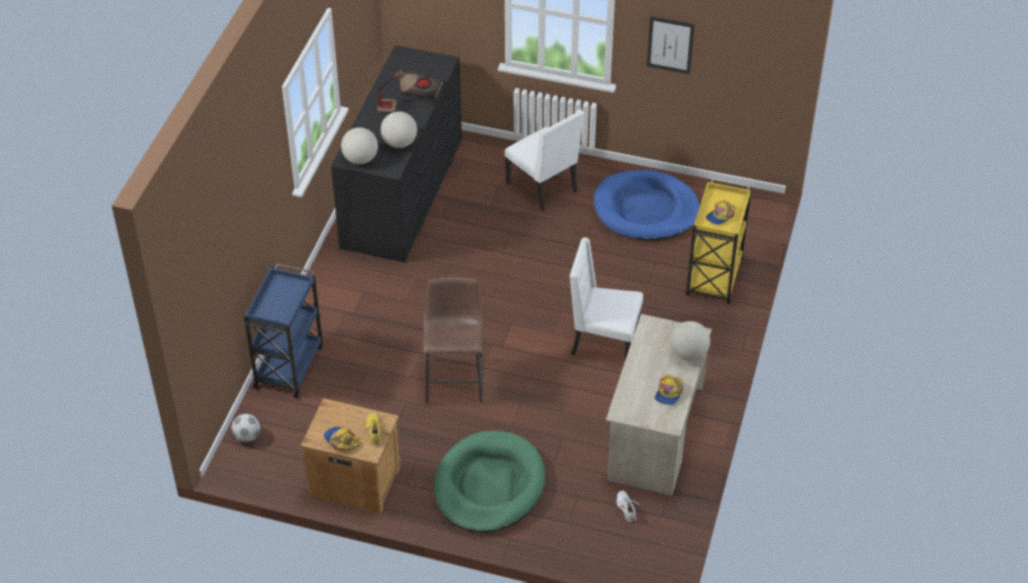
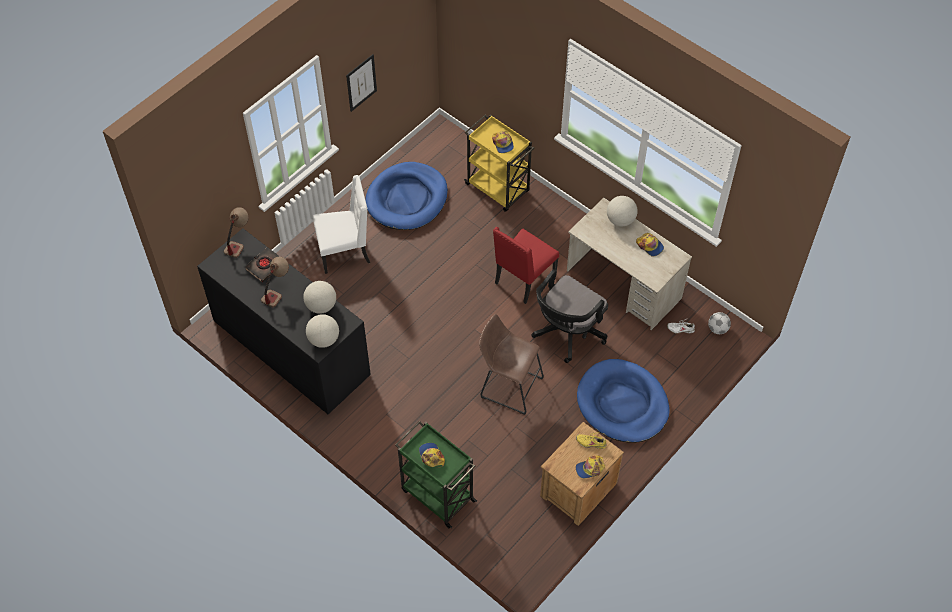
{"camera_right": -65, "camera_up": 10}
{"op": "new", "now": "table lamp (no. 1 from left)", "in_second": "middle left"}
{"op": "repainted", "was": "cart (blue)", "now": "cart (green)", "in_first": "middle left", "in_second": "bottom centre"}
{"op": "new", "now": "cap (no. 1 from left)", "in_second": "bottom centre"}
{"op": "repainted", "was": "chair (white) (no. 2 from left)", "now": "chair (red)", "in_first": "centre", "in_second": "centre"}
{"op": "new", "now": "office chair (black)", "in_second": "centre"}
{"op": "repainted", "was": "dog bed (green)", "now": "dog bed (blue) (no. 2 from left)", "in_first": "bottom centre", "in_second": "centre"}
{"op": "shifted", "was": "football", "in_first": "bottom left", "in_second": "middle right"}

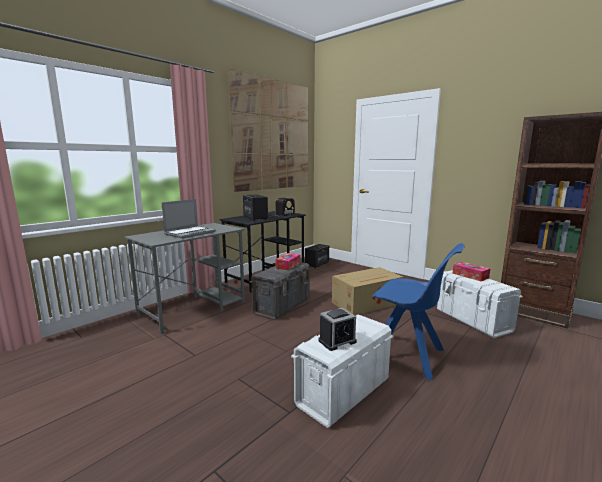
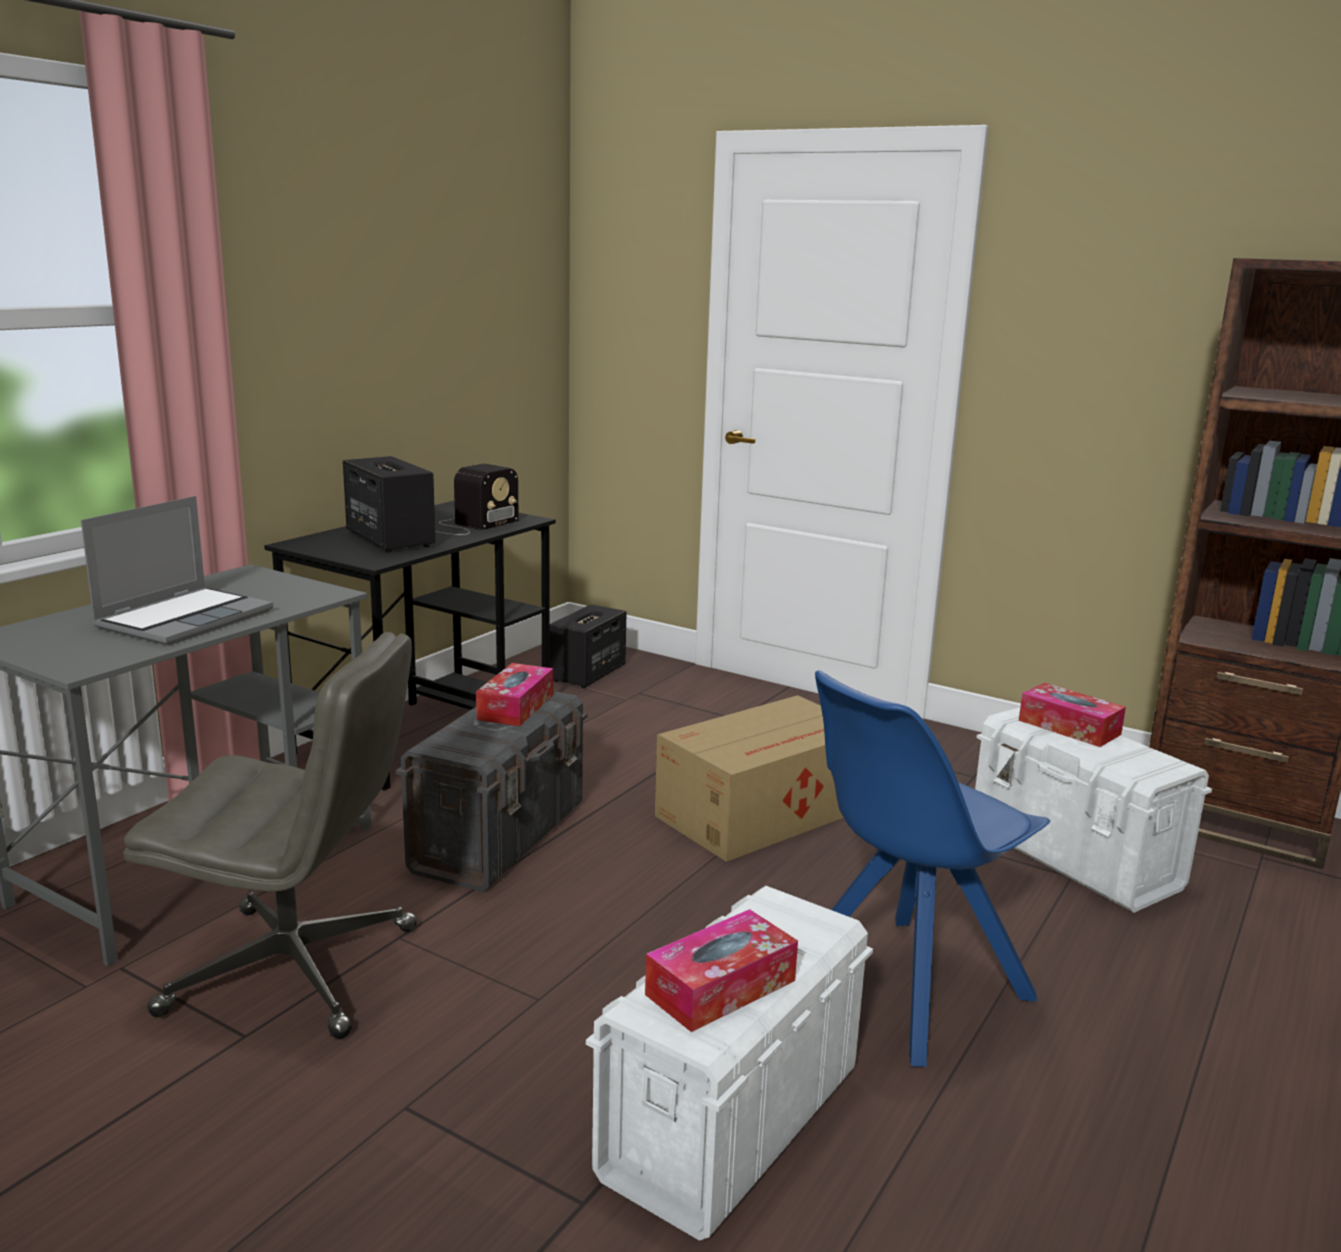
{"camera_right": -10, "camera_up": 5}
{"op": "new", "now": "office chair (grey)", "in_second": "bottom left"}
{"op": "swapped", "was": "alarm clock", "now": "tissue box (no. 2 from left)", "in_first": "bottom centre", "in_second": "bottom centre"}
{"op": "rotated", "was": "chair (blue)", "in_first": "middle right", "in_second": "bottom right", "clockwise": 120}
{"op": "gone", "was": "picture", "in_first": "top centre"}

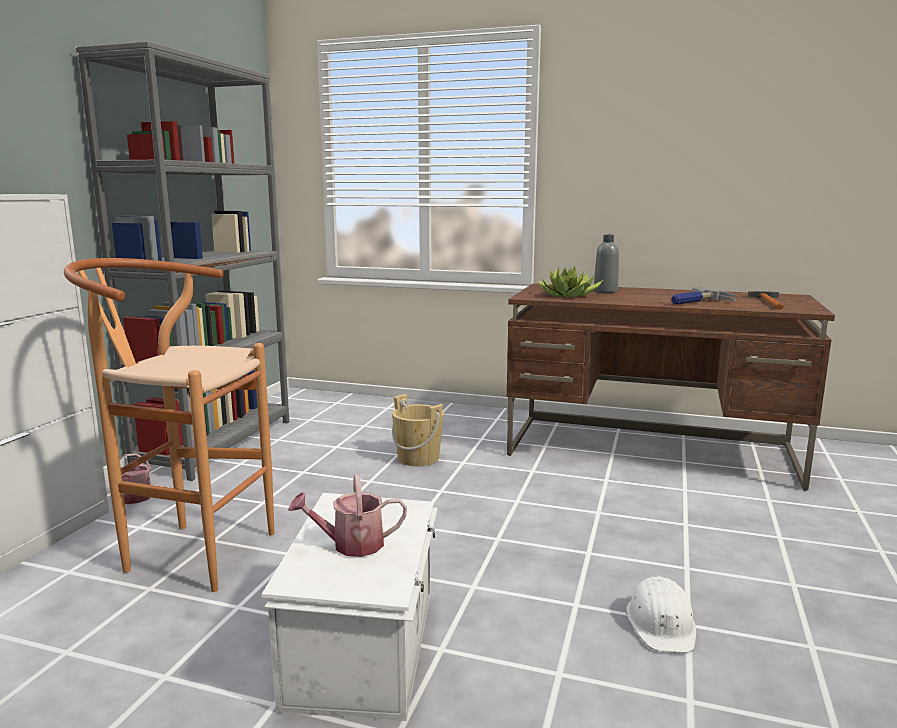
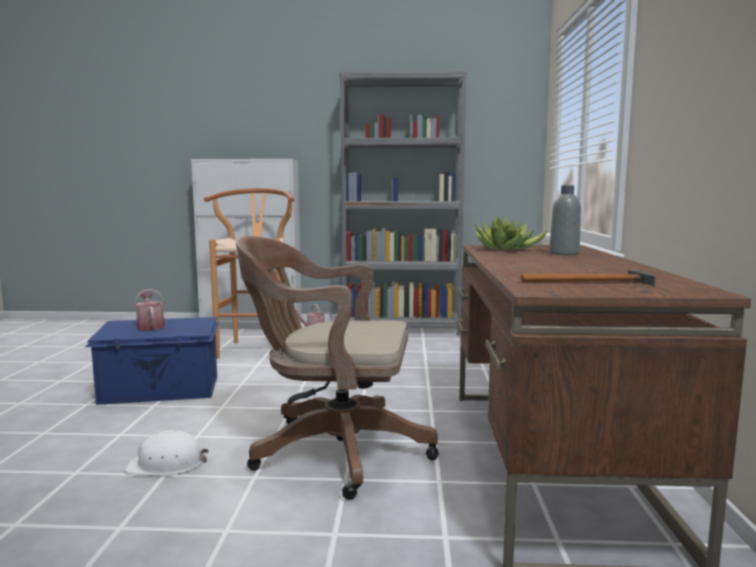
{"camera_right": 75, "camera_up": -5}
{"op": "repainted", "was": "storage box (white)", "now": "storage box (blue)", "in_first": "bottom centre", "in_second": "middle left"}
{"op": "new", "now": "office chair (brown)", "in_second": "centre"}
{"op": "gone", "was": "bucket (beige)", "in_first": "centre"}
{"op": "gone", "was": "hammer (no. 1 from left)", "in_first": "middle right"}

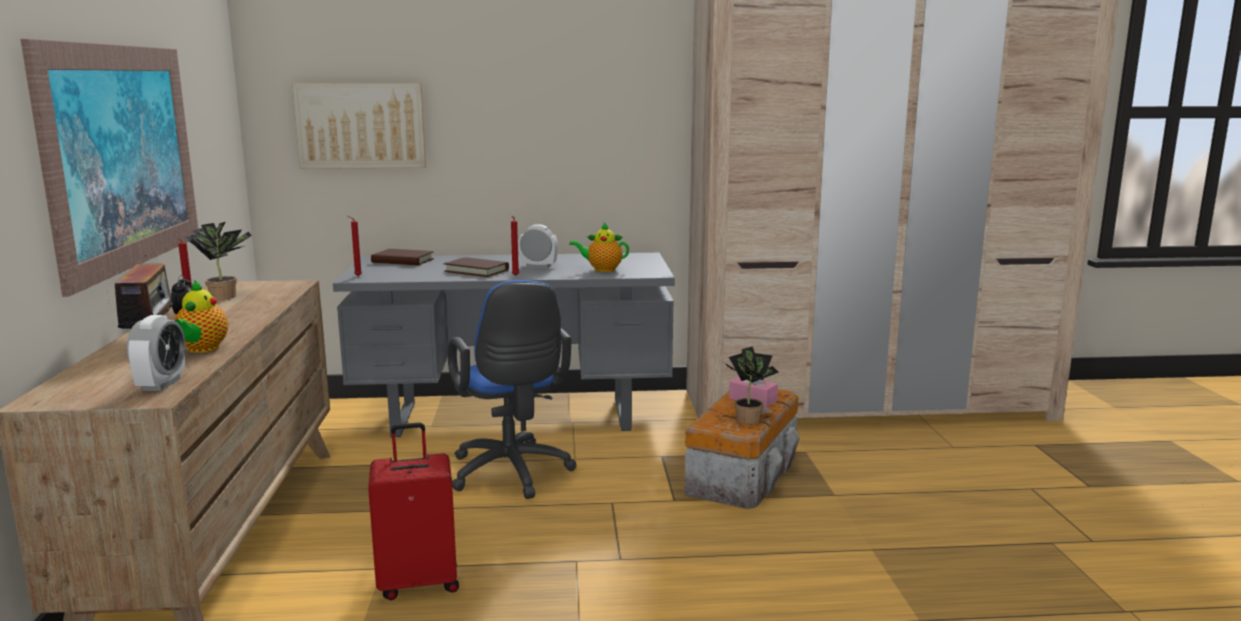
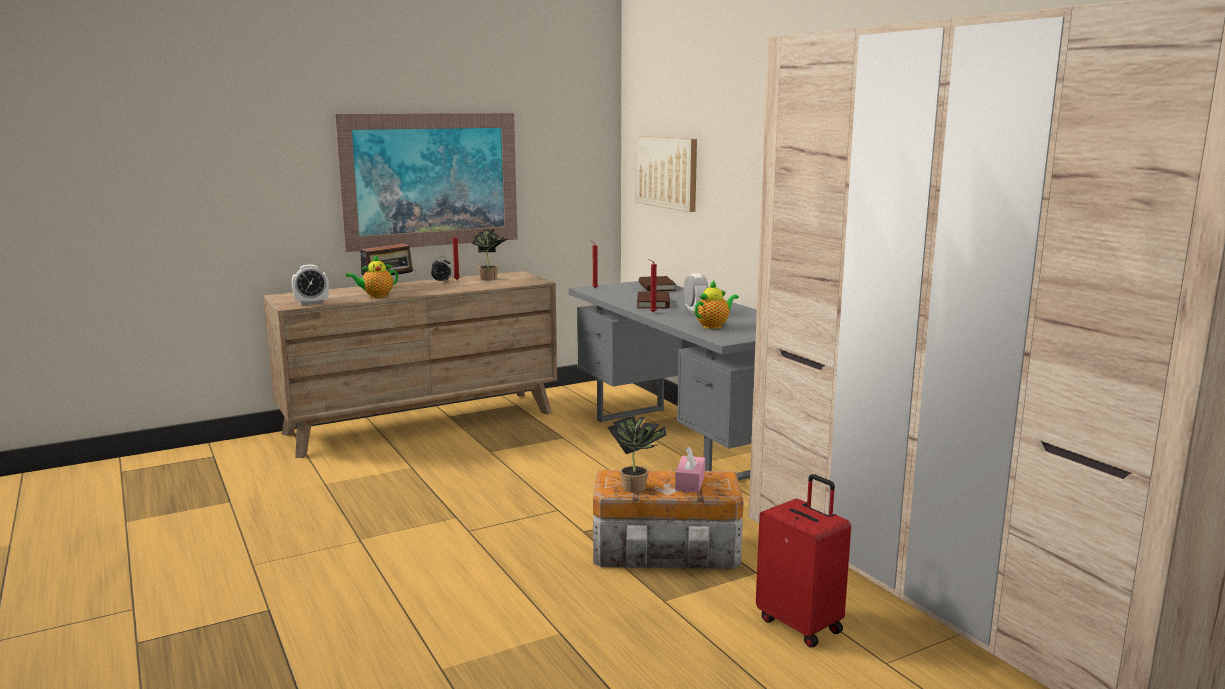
{"camera_right": 65, "camera_up": 0}
{"op": "rotated", "was": "teapot (no. 2 from left)", "in_first": "centre", "in_second": "centre", "clockwise": 75}
{"op": "shifted", "was": "suitcase (red)", "in_first": "bottom left", "in_second": "bottom centre"}
{"op": "gone", "was": "office chair (blue)", "in_first": "centre"}

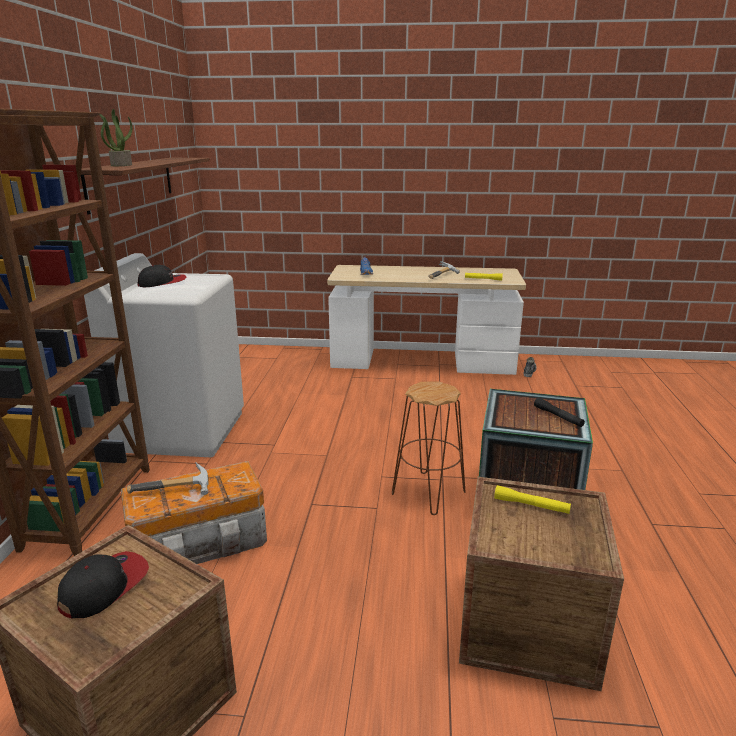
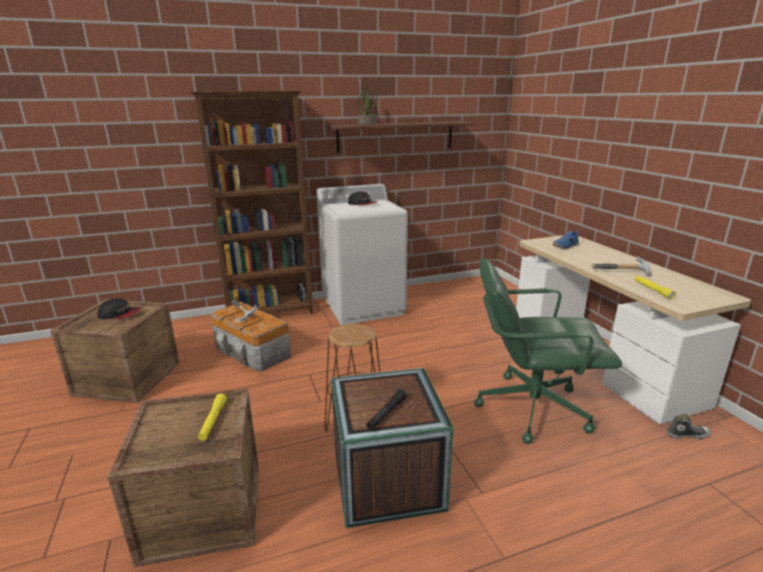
{"camera_right": 65, "camera_up": 0}
{"op": "new", "now": "office chair (green)", "in_second": "middle right"}

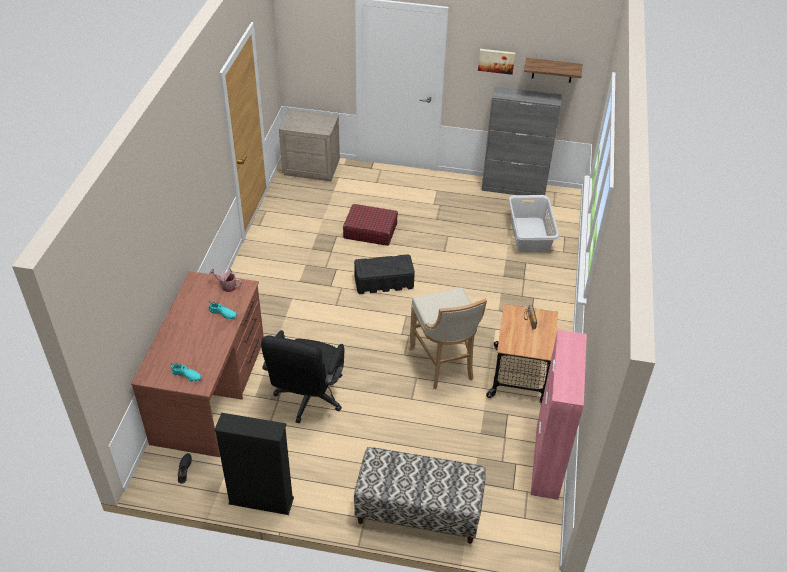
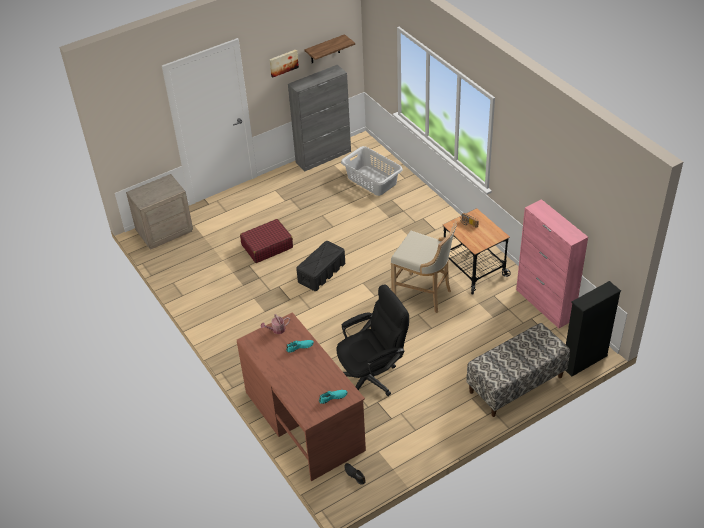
{"camera_right": -40, "camera_up": 0}
{"op": "rotated", "was": "office chair (black)", "in_first": "centre", "in_second": "centre", "clockwise": -90}
{"op": "shifted", "was": "bookcase (black)", "in_first": "bottom left", "in_second": "middle right"}

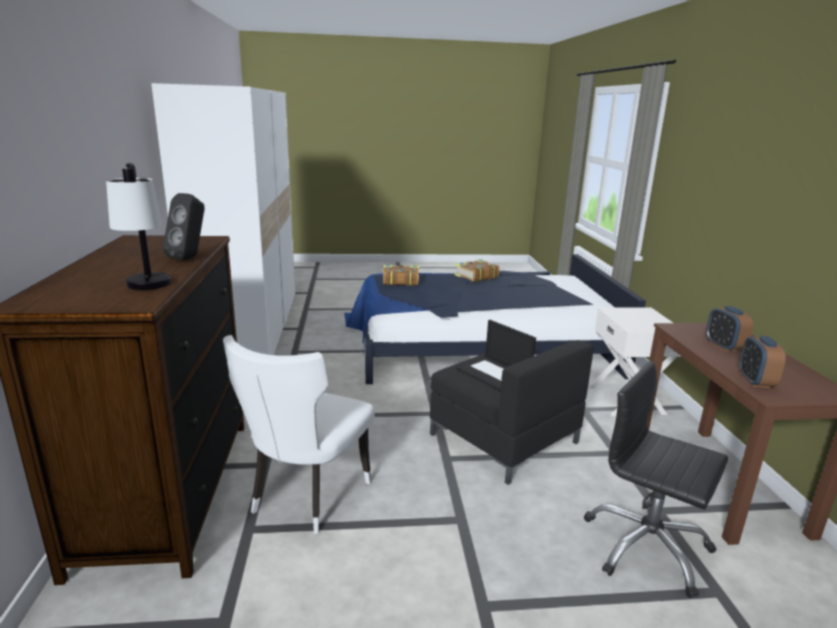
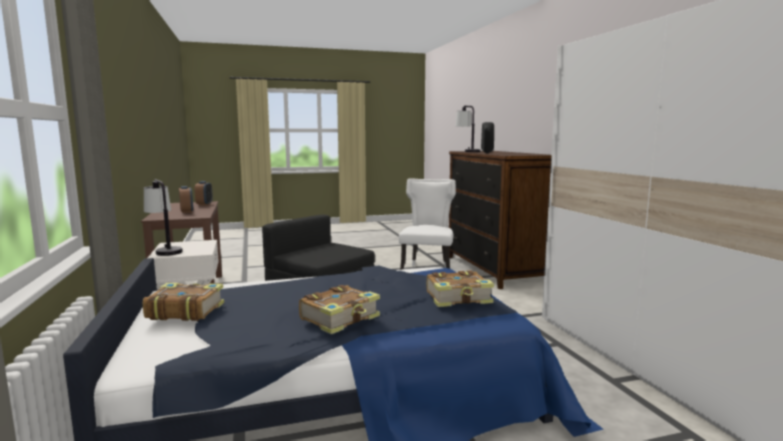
{"camera_right": 170, "camera_up": -10}
{"op": "new", "now": "book (no. 1 from left)", "in_second": "bottom left"}
{"op": "new", "now": "table lamp (no. 1 from left)", "in_second": "middle left"}
{"op": "gone", "was": "laptop", "in_first": "centre"}
{"op": "gone", "was": "office chair (black)", "in_first": "bottom right"}

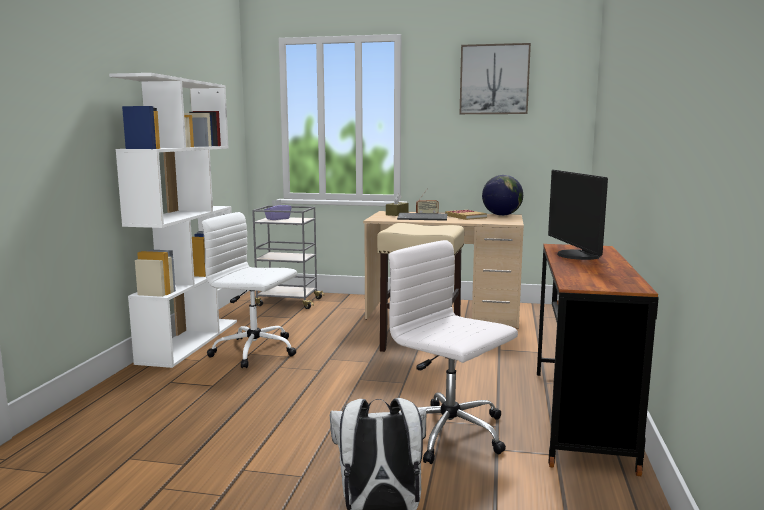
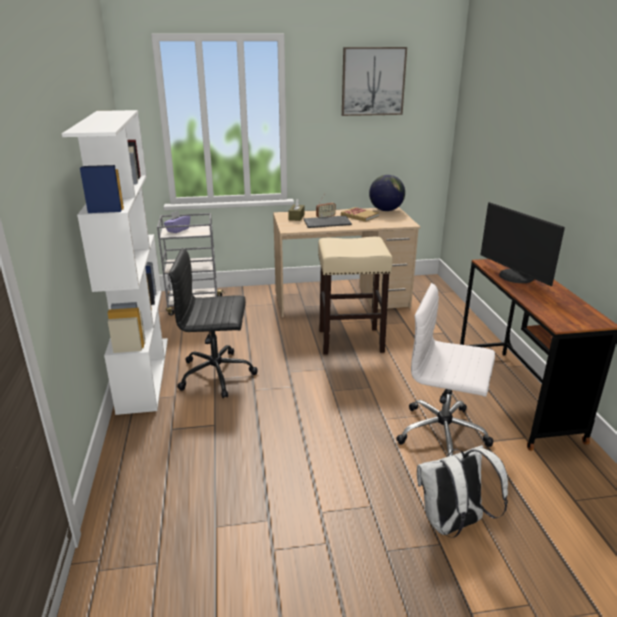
{"camera_right": -20, "camera_up": 15}
{"op": "repainted", "was": "office chair (white) (no. 1 from left)", "now": "office chair (black)", "in_first": "middle left", "in_second": "centre"}

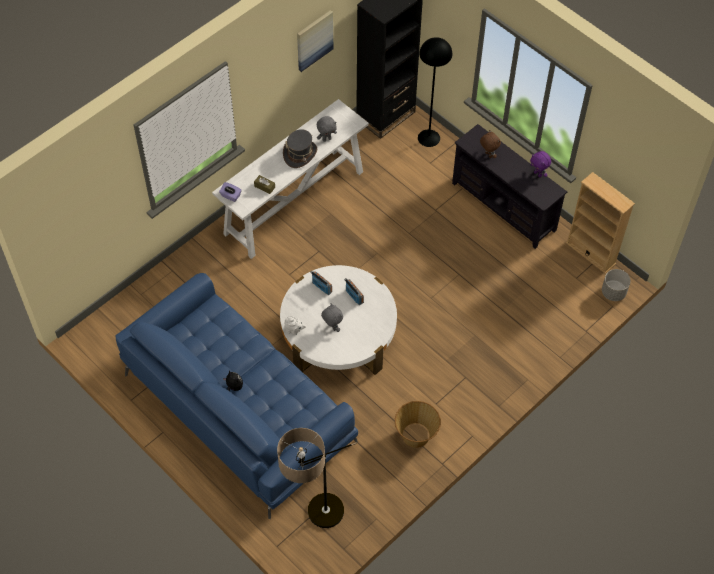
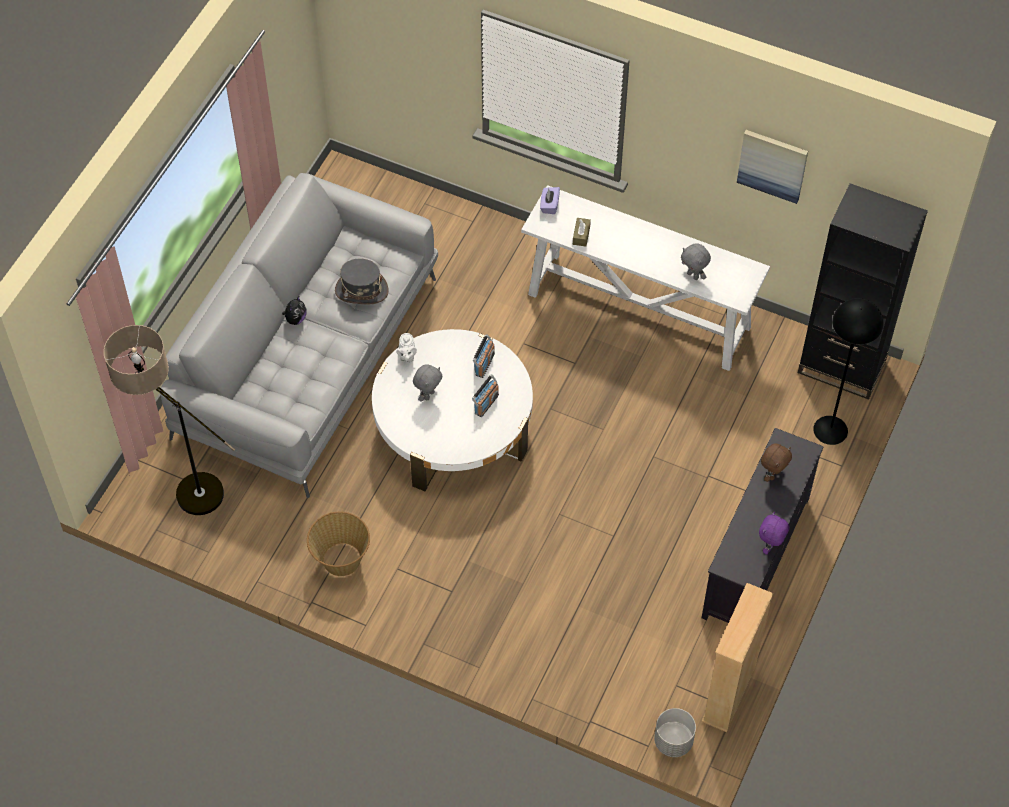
{"camera_right": 70, "camera_up": 0}
{"op": "repainted", "was": "sofa (blue)", "now": "sofa (grey)", "in_first": "bottom left", "in_second": "middle left"}
{"op": "shifted", "was": "hat (grey)", "in_first": "top centre", "in_second": "centre"}

